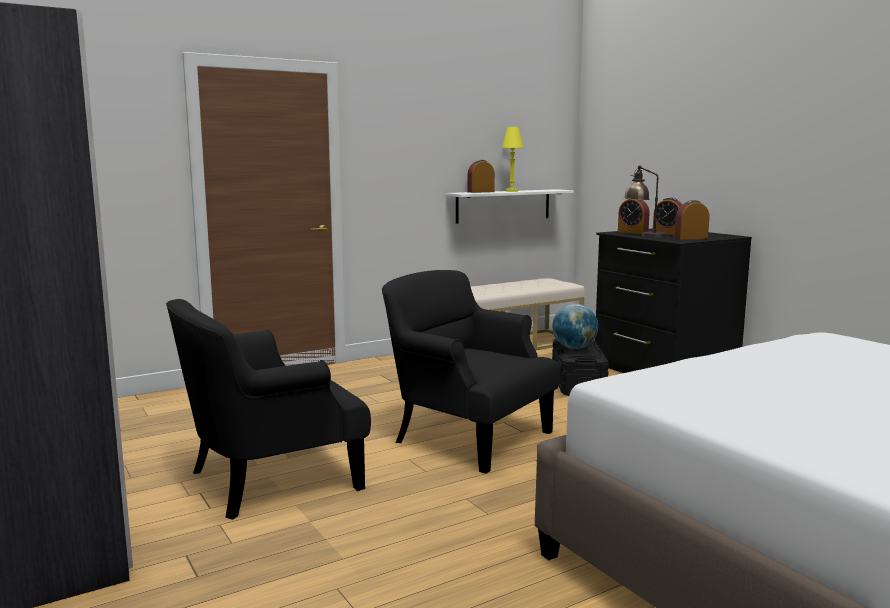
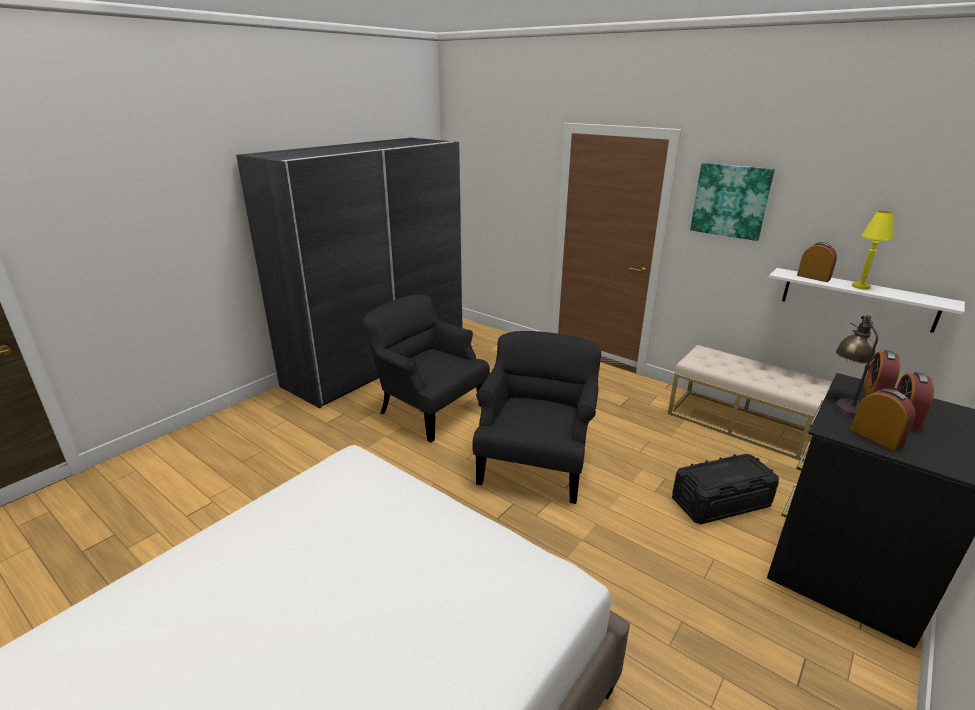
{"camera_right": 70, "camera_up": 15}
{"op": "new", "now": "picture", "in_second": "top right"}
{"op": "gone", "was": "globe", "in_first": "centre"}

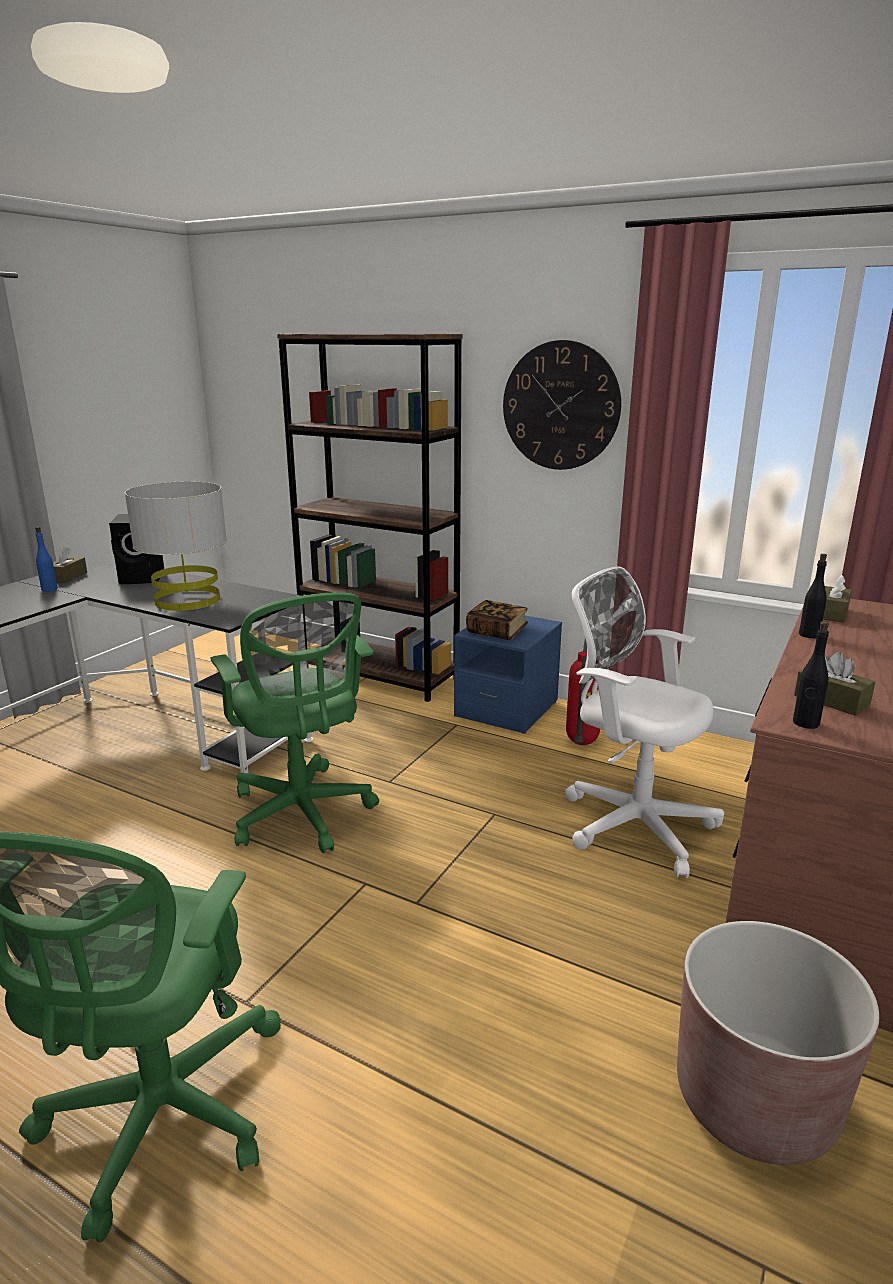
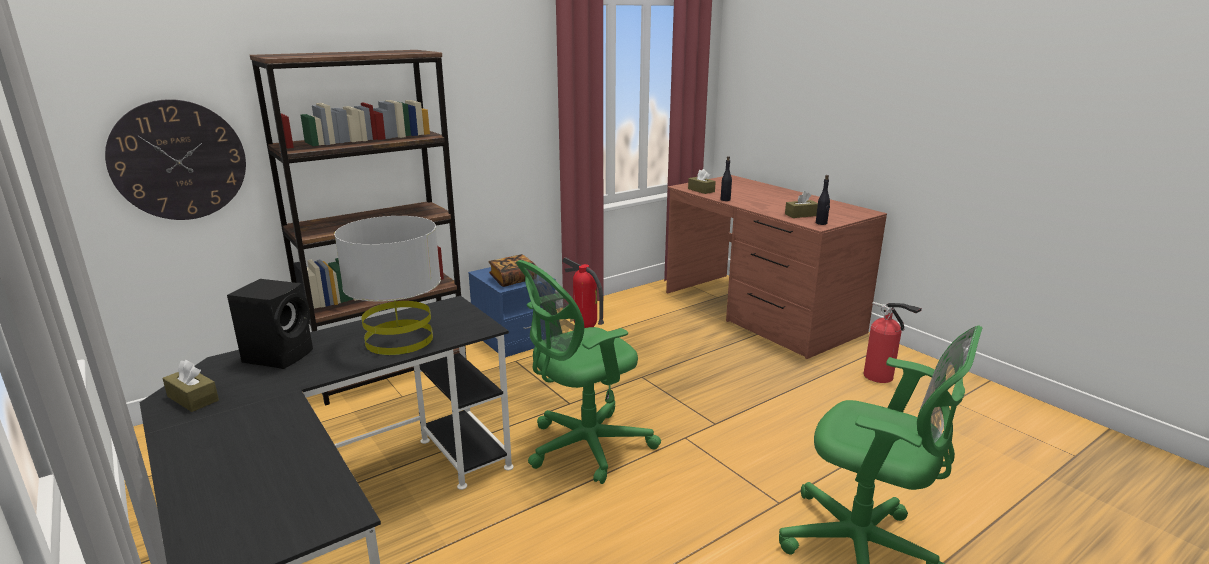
{"camera_right": -65, "camera_up": 0}
{"op": "shifted", "was": "wall clock", "in_first": "top centre", "in_second": "top left"}
{"op": "rotated", "was": "office chair (green) (no. 2 from left in the first image)", "in_first": "middle left", "in_second": "centre", "clockwise": 150}
{"op": "swapped", "was": "planter (brown)", "now": "fire extinguisher (no. 2 from left)", "in_first": "bottom right", "in_second": "middle right"}
{"op": "gone", "was": "bottle (blue)", "in_first": "middle left"}
{"op": "gone", "was": "office chair (white)", "in_first": "middle right"}

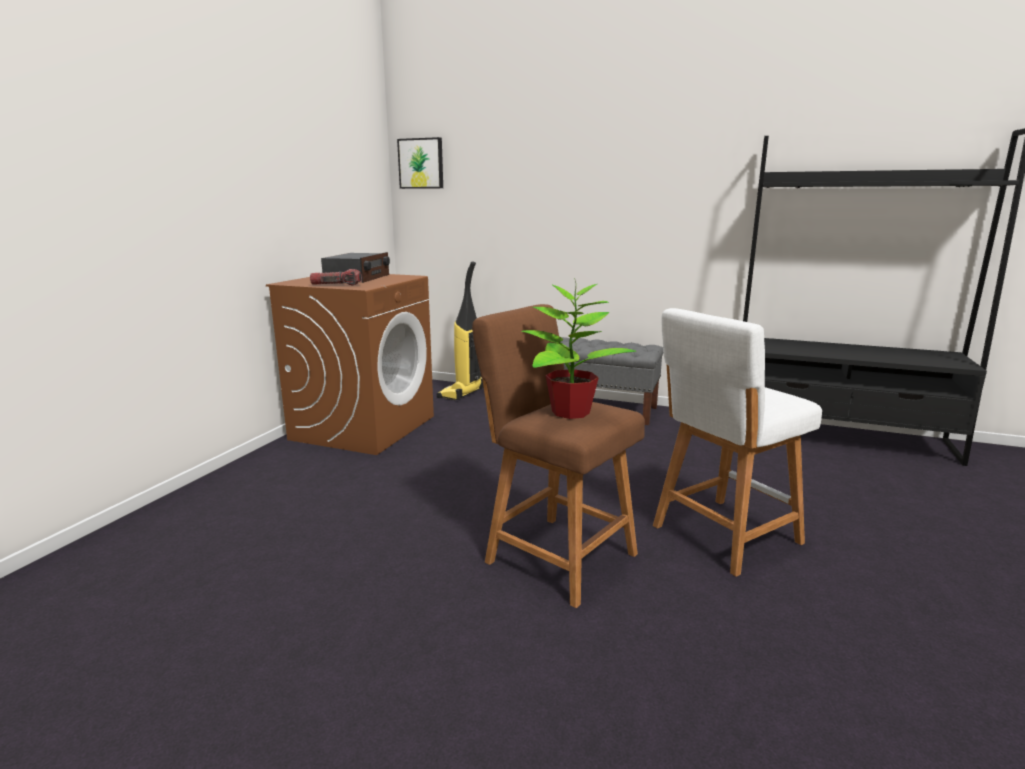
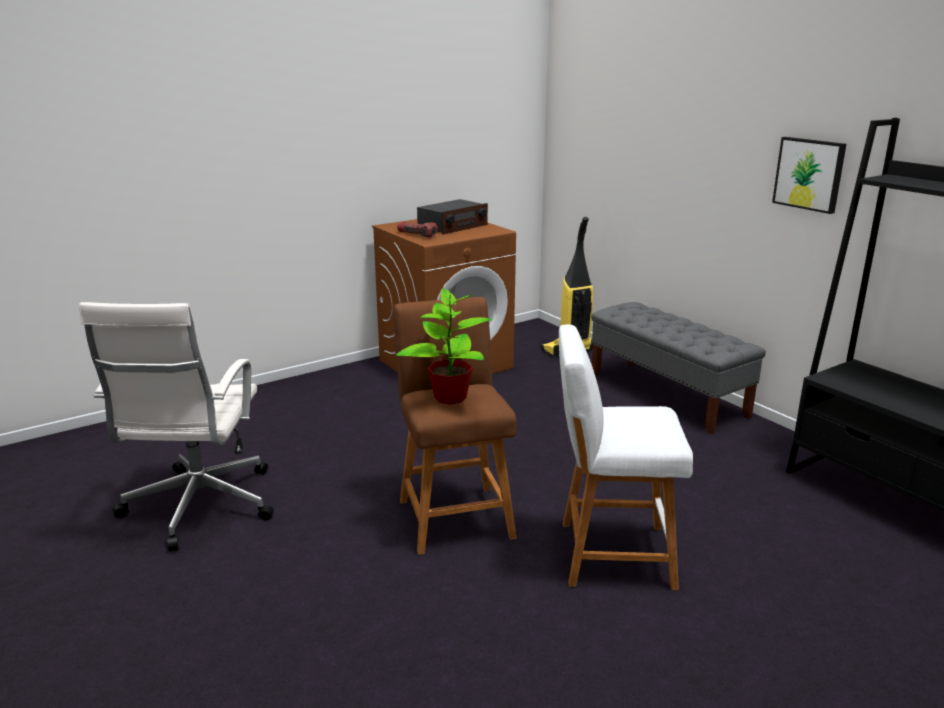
{"camera_right": 35, "camera_up": 5}
{"op": "new", "now": "office chair (white)", "in_second": "middle left"}
{"op": "shifted", "was": "picture", "in_first": "top centre", "in_second": "top right"}

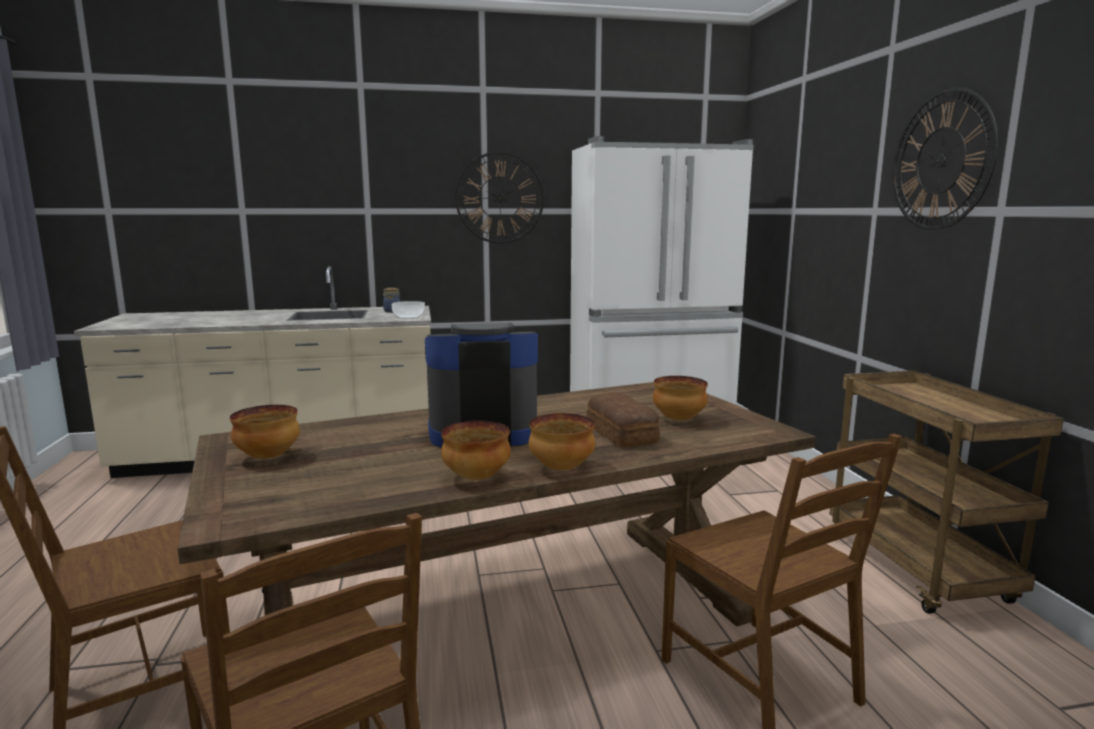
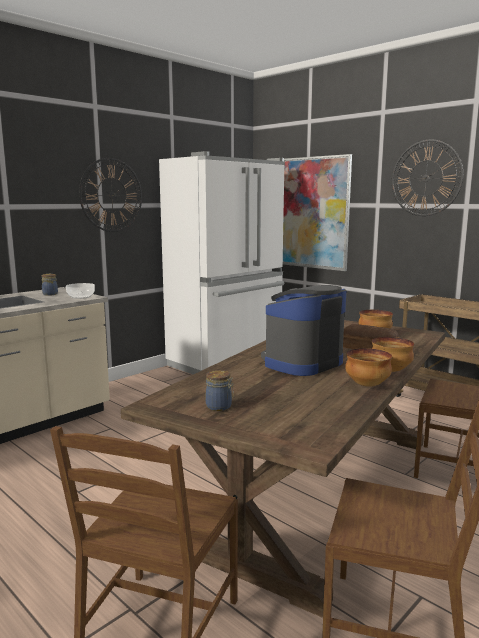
{"camera_right": -35, "camera_up": 0}
{"op": "swapped", "was": "bowl (no. 1 from left)", "now": "jar (no. 2 from left)", "in_first": "middle left", "in_second": "centre"}
{"op": "new", "now": "picture", "in_second": "top centre"}

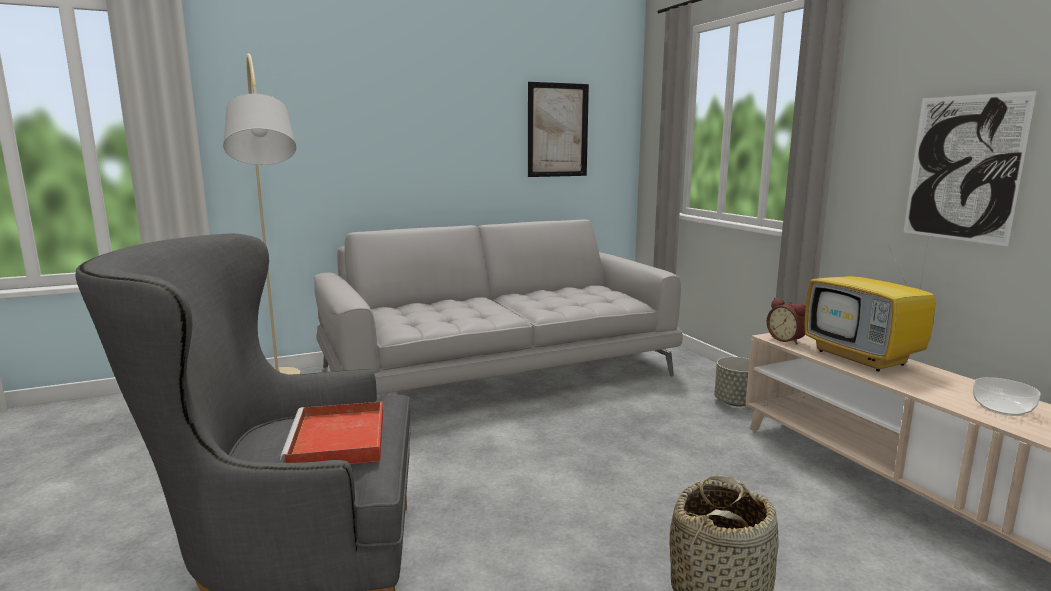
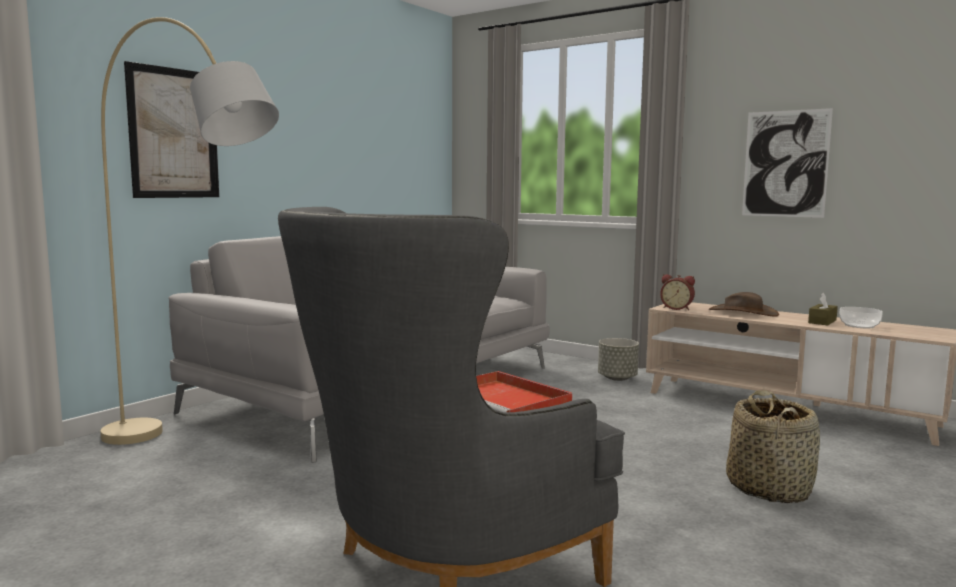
{"camera_right": -30, "camera_up": -5}
{"op": "shifted", "was": "picture (no. 1 from left)", "in_first": "top centre", "in_second": "top left"}
{"op": "swapped", "was": "television", "now": "hat (brown)", "in_first": "middle right", "in_second": "middle right"}
{"op": "new", "now": "tissue box (brown)", "in_second": "middle right"}

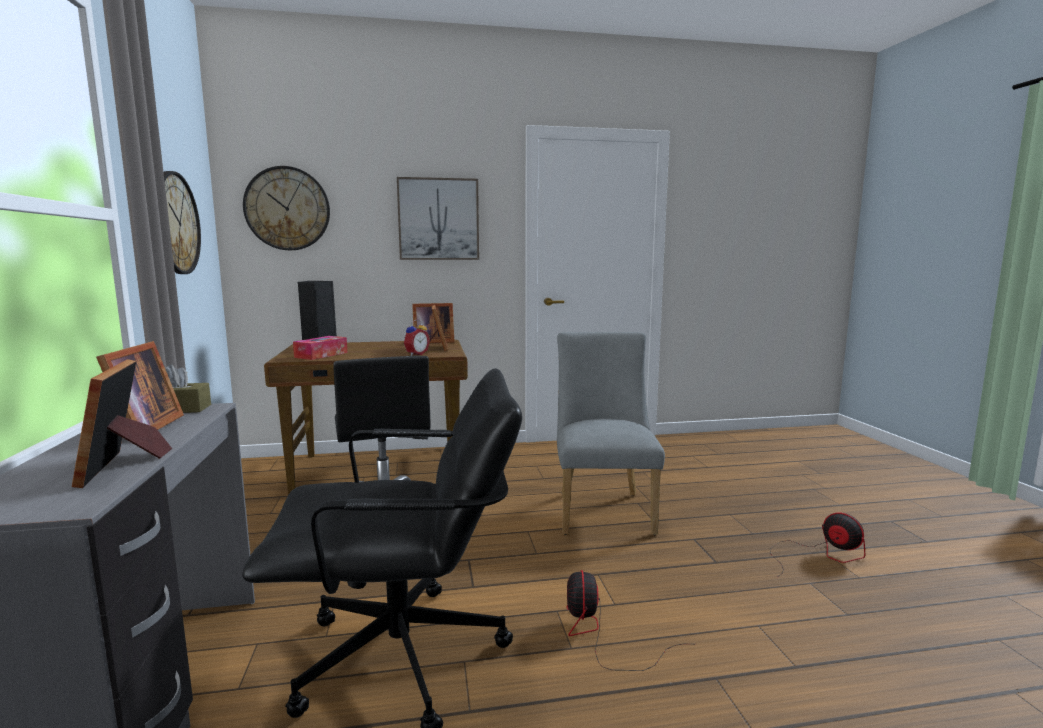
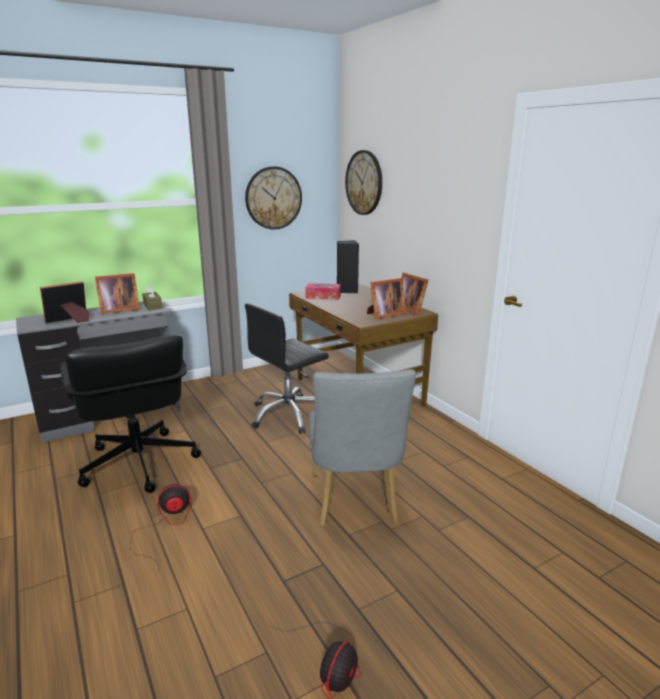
{"camera_right": 70, "camera_up": 10}
{"op": "rotated", "was": "chair (grey)", "in_first": "centre", "in_second": "centre", "clockwise": 105}
{"op": "gone", "was": "picture", "in_first": "top centre"}
{"op": "gone", "was": "alarm clock", "in_first": "centre"}

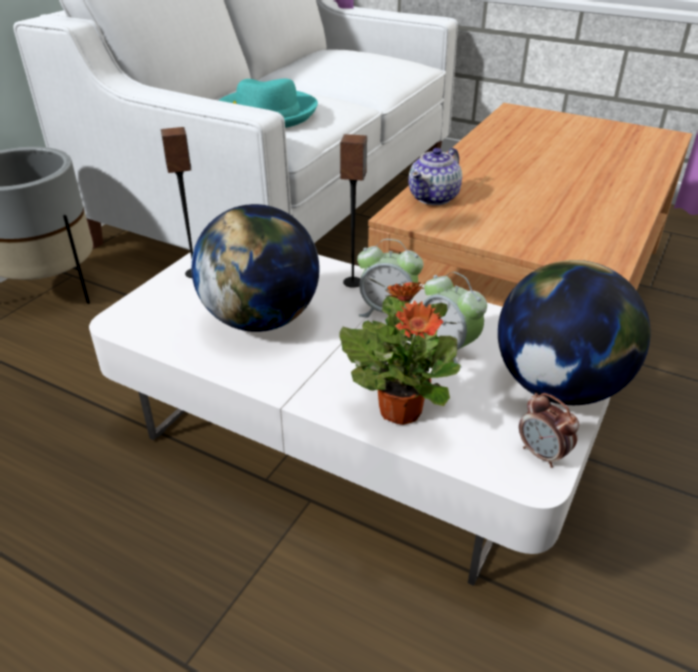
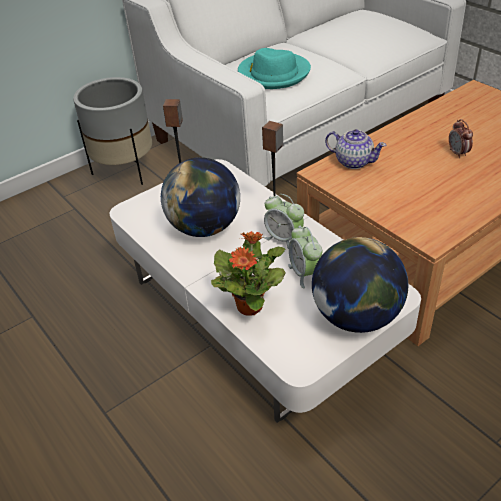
{"camera_right": 25, "camera_up": 5}
{"op": "rotated", "was": "teapot", "in_first": "top centre", "in_second": "top right", "clockwise": -120}
{"op": "shifted", "was": "alarm clock (no. 3 from left)", "in_first": "middle right", "in_second": "top right"}

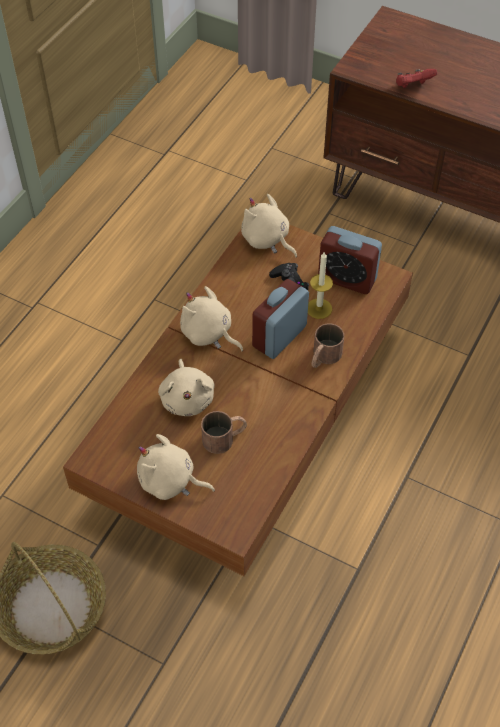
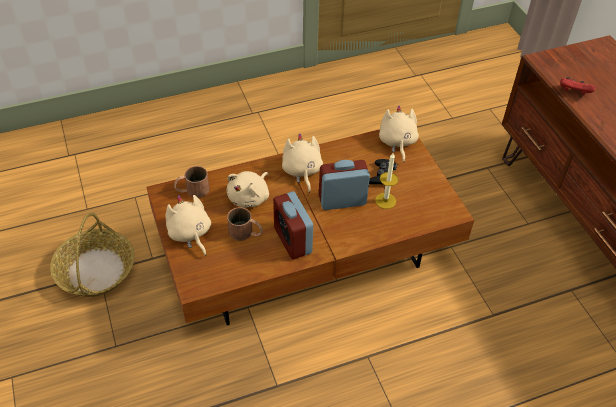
{"camera_right": 40, "camera_up": -5}
{"op": "shifted", "was": "mug (brown) (no. 2 from left in the first image)", "now": "mug (brown) (no. 1 from left)", "in_first": "centre", "in_second": "middle left"}
{"op": "shifted", "was": "alarm clock (no. 2 from left in the first image)", "now": "alarm clock (no. 1 from left)", "in_first": "middle right", "in_second": "centre"}

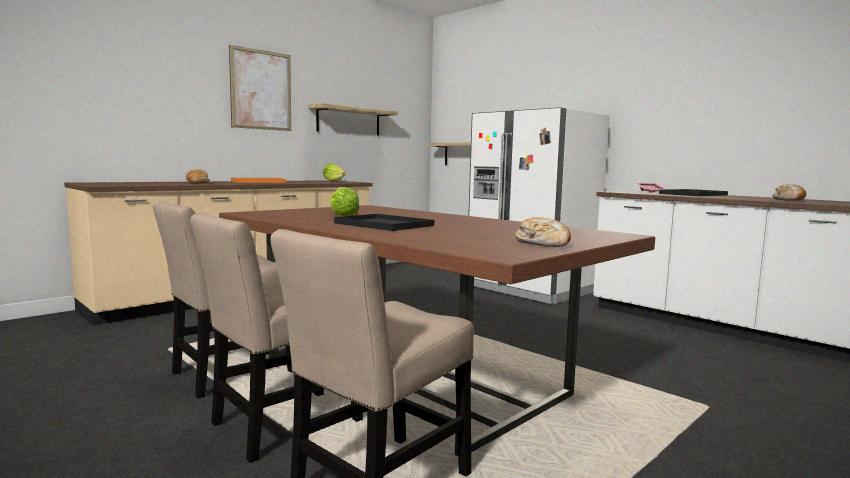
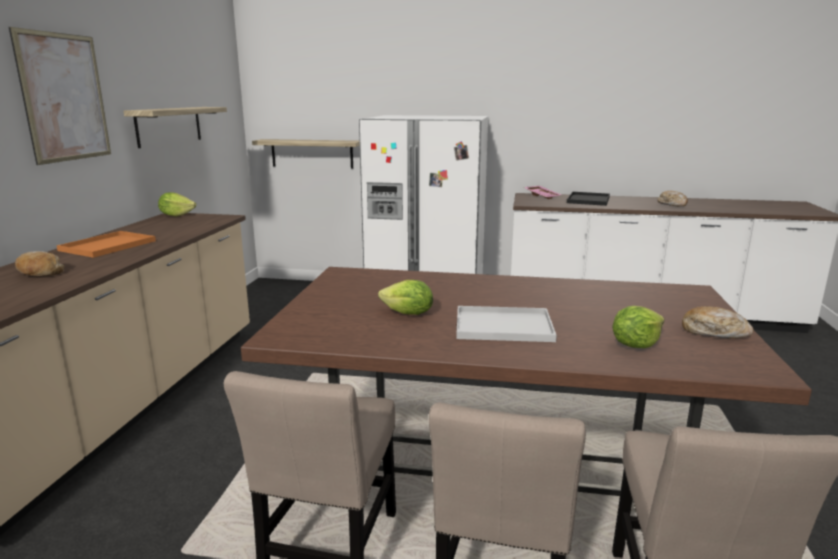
{"camera_right": -35, "camera_up": 10}
{"op": "repainted", "was": "tray (black) (no. 1 from left)", "now": "tray (white)", "in_first": "centre", "in_second": "centre"}
{"op": "new", "now": "lettuce (no. 3 from left)", "in_second": "middle right"}

